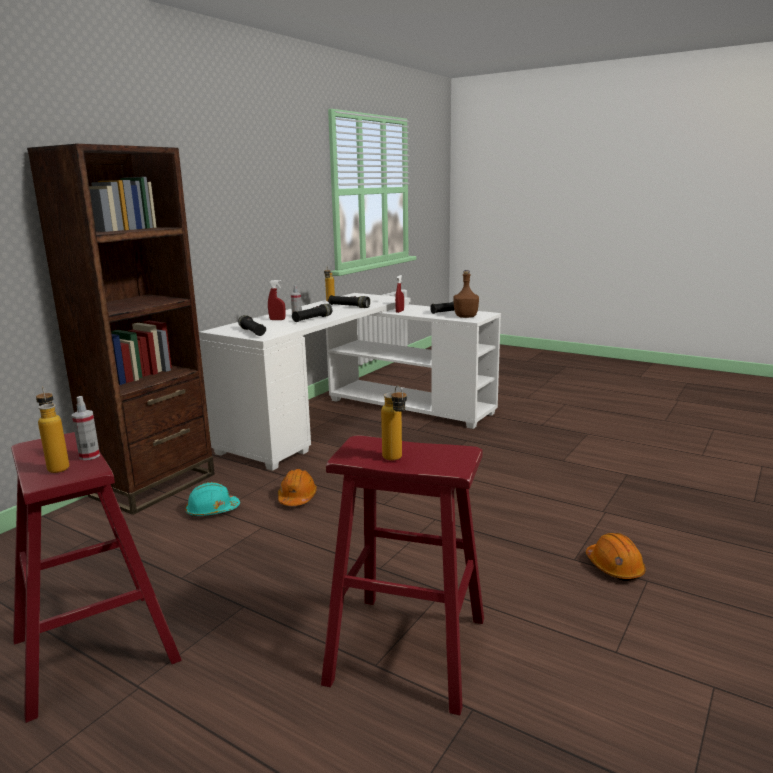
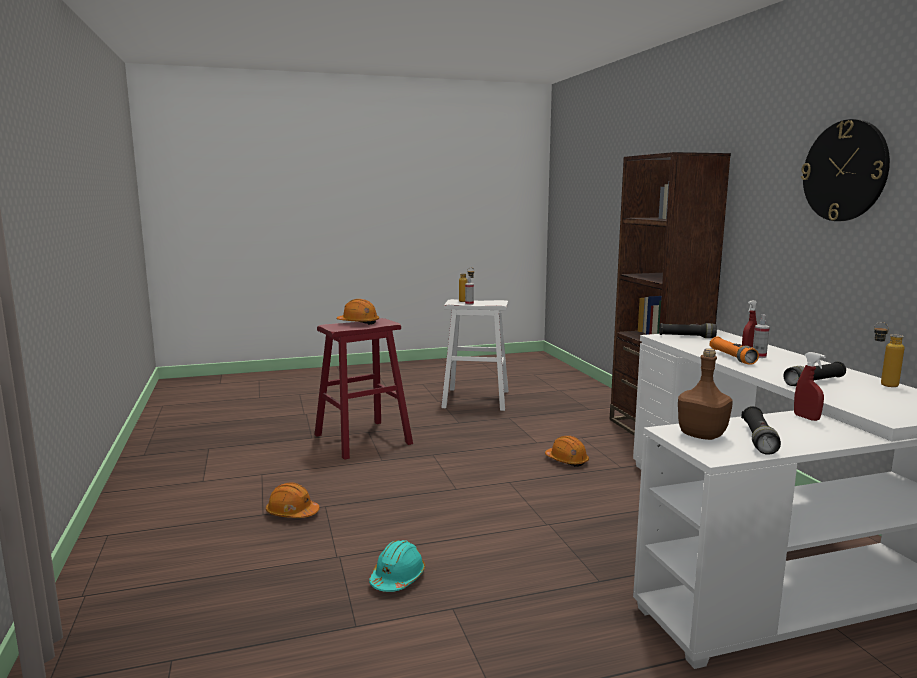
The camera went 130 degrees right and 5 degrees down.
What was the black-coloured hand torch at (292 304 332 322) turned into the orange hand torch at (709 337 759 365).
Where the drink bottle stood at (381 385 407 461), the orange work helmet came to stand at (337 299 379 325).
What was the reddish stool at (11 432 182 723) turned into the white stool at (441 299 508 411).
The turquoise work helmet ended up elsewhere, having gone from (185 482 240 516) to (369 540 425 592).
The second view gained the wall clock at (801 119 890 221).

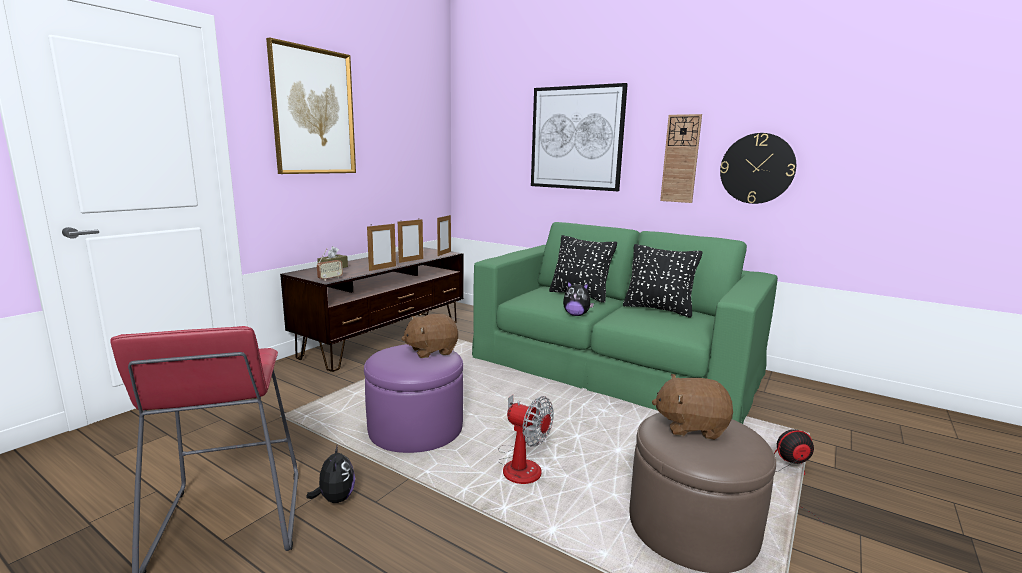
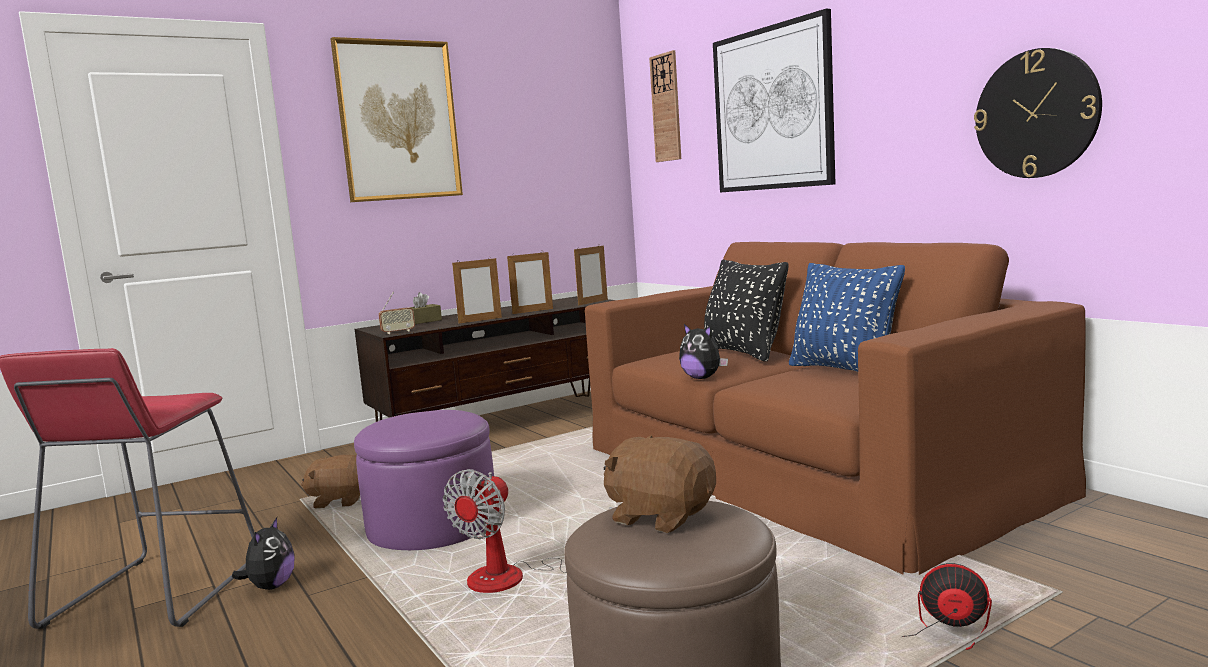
The camera went 25 degrees right and 5 degrees down.
The wall clock ended up elsewhere, having gone from (660 114 702 203) to (649 50 681 162).
What was the green couch at (472 222 778 424) turned into the brown-coloured couch at (585 242 1086 575).
What was the black-coloured pillow at (623 244 703 318) turned into the bluish pillow at (789 263 905 372).
The brown-coloured soft toy ended up elsewhere, having gone from (401 314 458 358) to (301 455 360 509).
The electric fan at (498 395 554 484) ended up facing another way, 60 degrees clockwise from before.

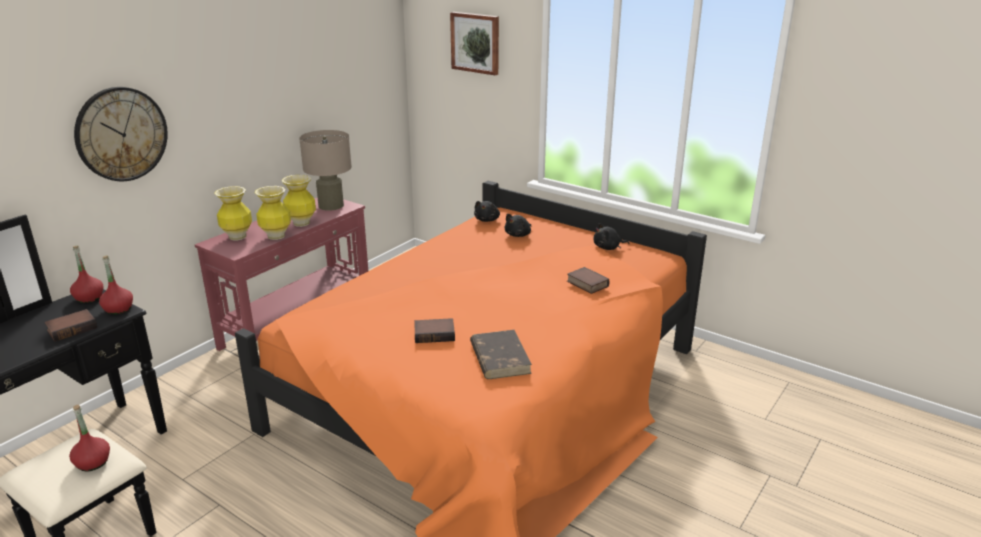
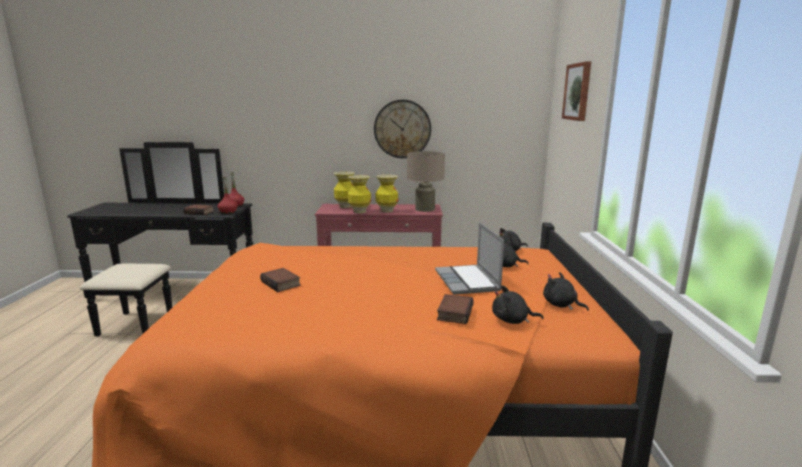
The camera went 55 degrees right and 10 degrees down.
The wall clock ended up elsewhere, having gone from (74 87 168 181) to (374 100 431 158).
The second view lost the brown-coloured volume at (470 330 532 379).
The second view lost the reddish drink bottle at (69 405 110 471).
The second view gained the notebook computer at (435 222 504 295).
The second view gained the black-coloured soft toy at (492 285 544 324).

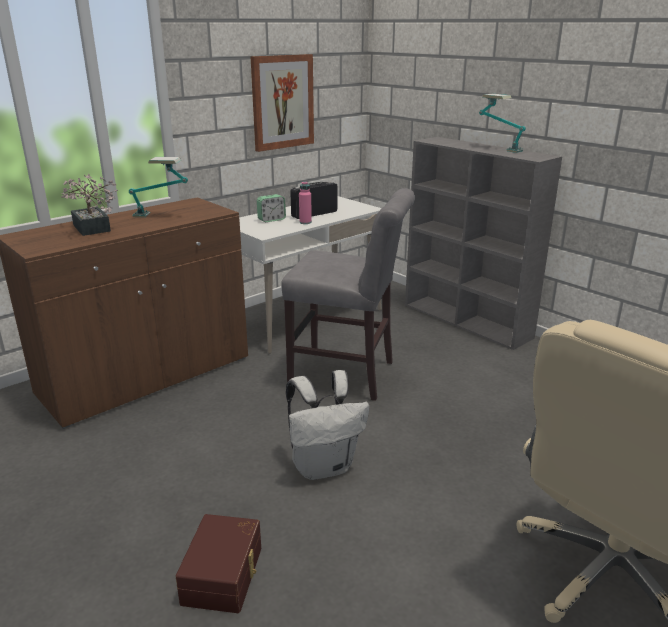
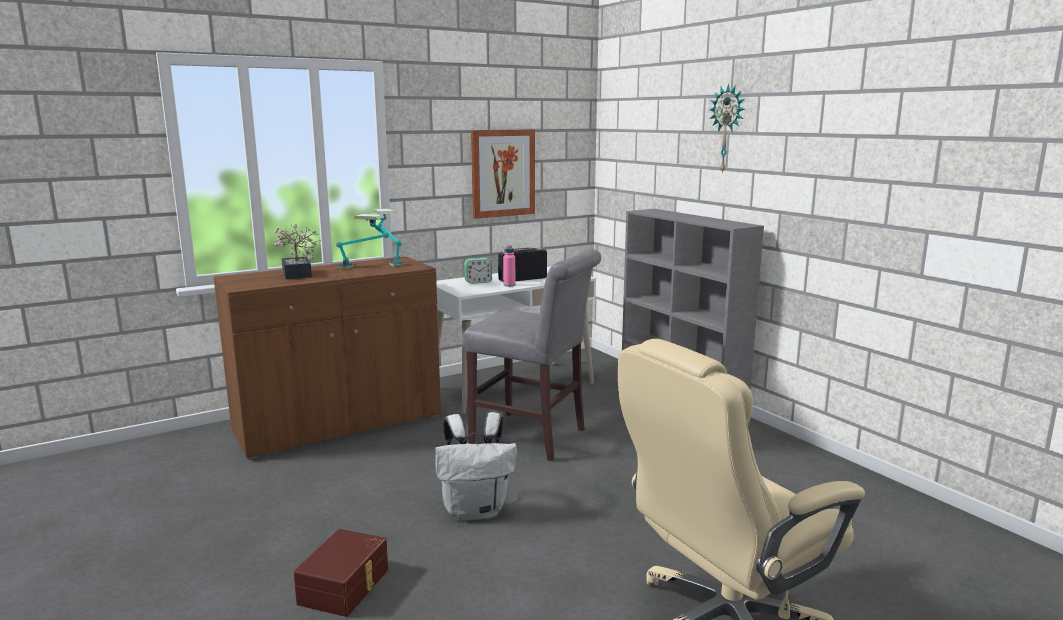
The camera went 10 degrees right and 10 degrees down.
The table lamp ended up elsewhere, having gone from (479 94 526 153) to (372 208 405 267).
The second view gained the wall clock at (709 84 745 174).

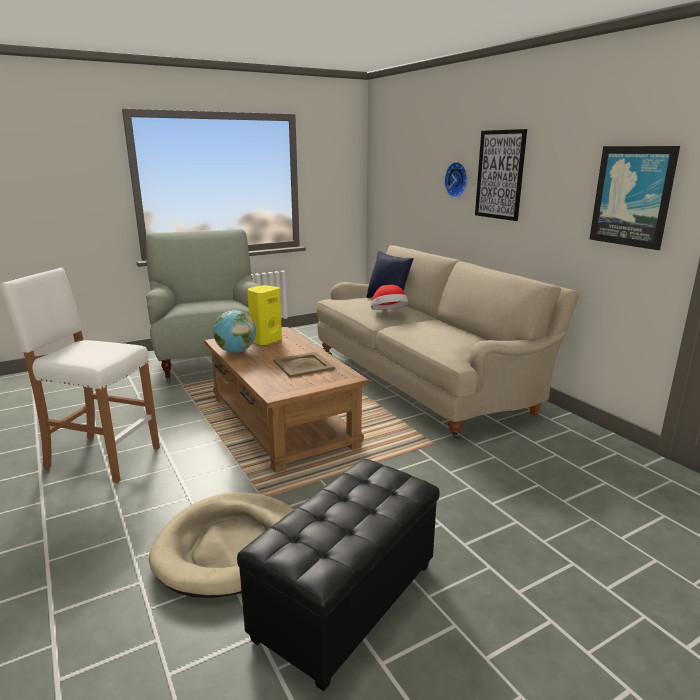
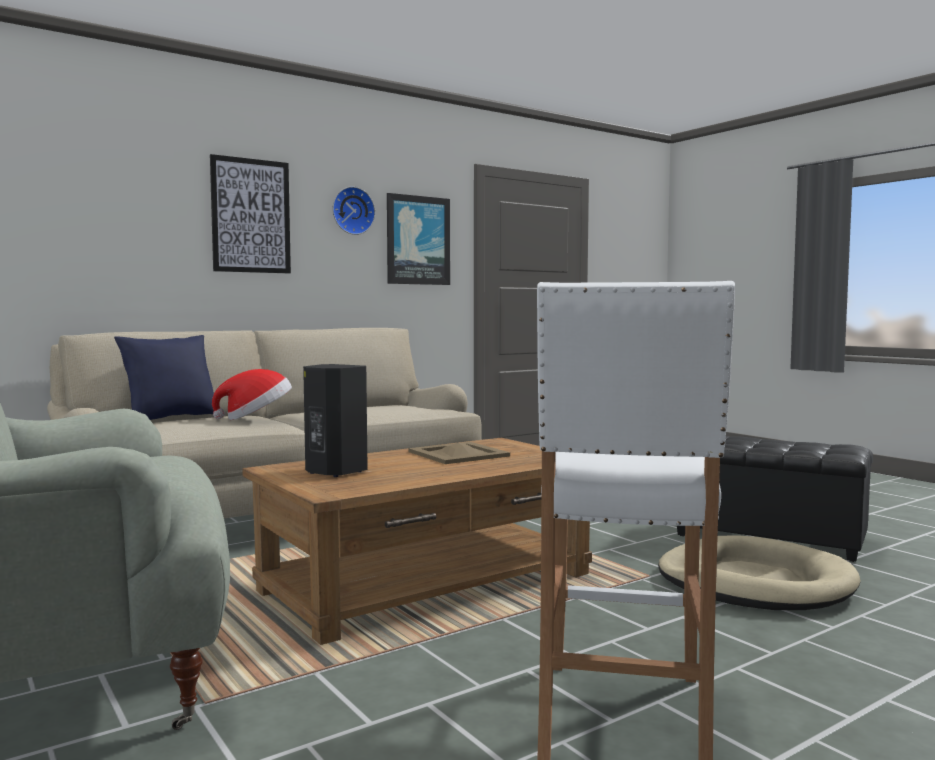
The camera went 95 degrees left and 15 degrees down.
The wall clock ended up elsewhere, having gone from (444 162 468 198) to (332 187 375 235).
What was the yellowish loudspeaker at (247 285 282 345) turned into the black-coloured loudspeaker at (303 364 368 477).
The second view lost the globe at (213 310 256 353).

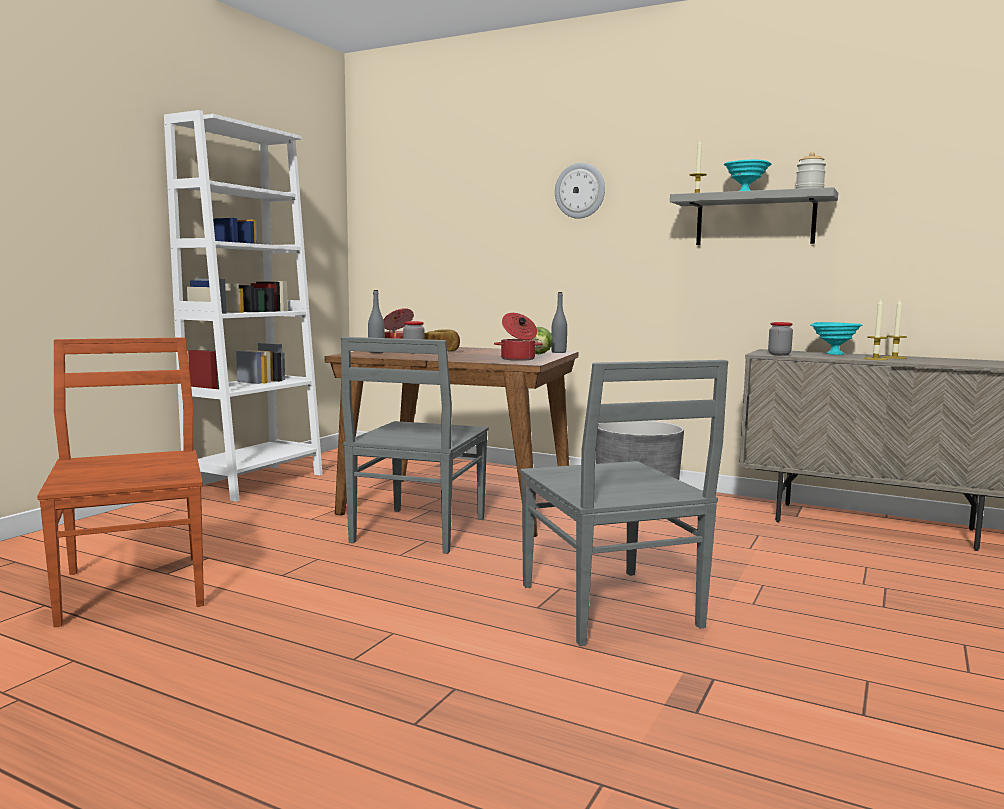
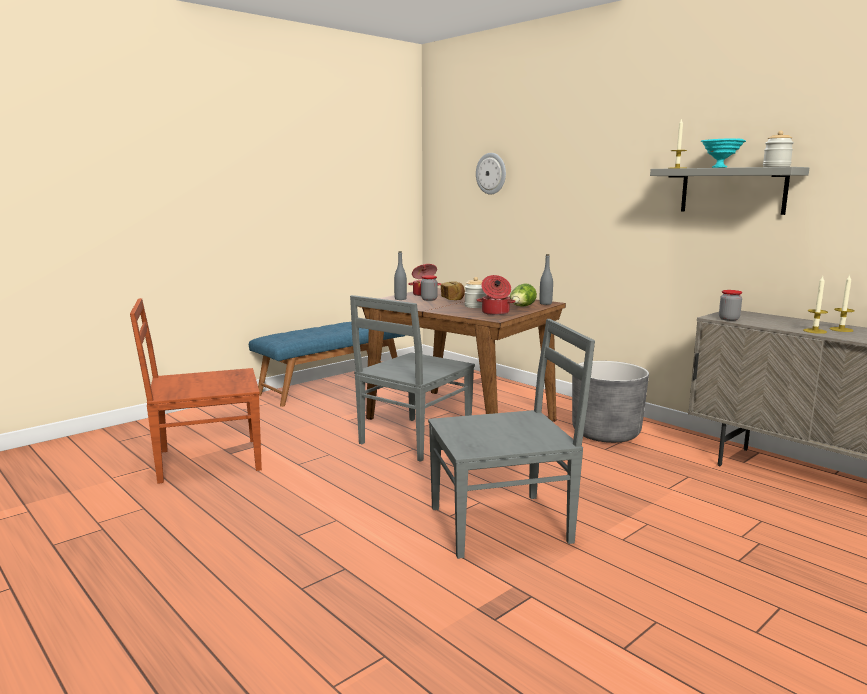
The camera went 20 degrees right and 5 degrees up.
Where the white shelving unit stood at (164 110 323 502), the bluish bench came to stand at (249 322 405 407).
The wall clock ended up elsewhere, having gone from (555 163 605 219) to (476 153 506 195).
The second view lost the turquoise bowl at (811 322 863 355).
The brown-coloured upright chair at (37 337 204 627) ended up facing another way, 105 degrees counterclockwise from before.
The greyish upright chair at (520 360 728 646) ended up facing another way, 105 degrees counterclockwise from before.
The second view gained the jar at (464 277 486 308).

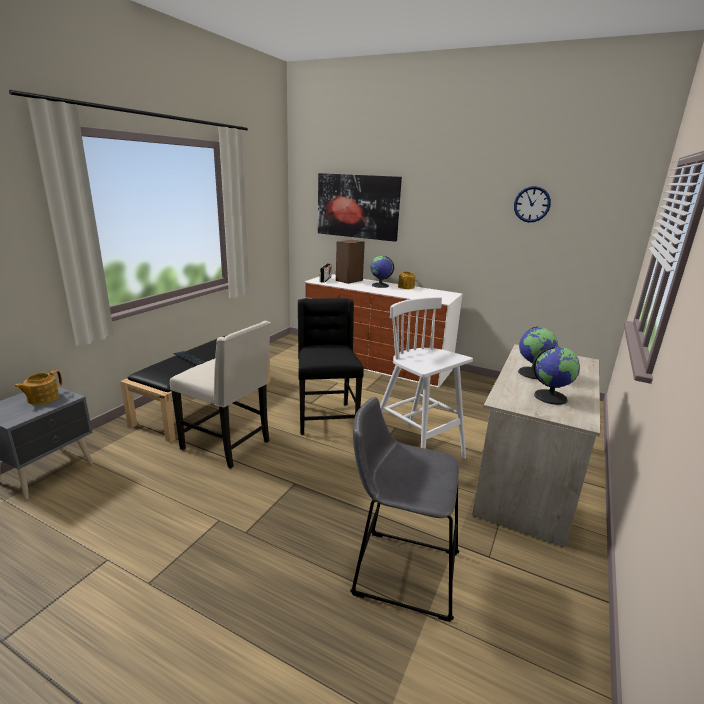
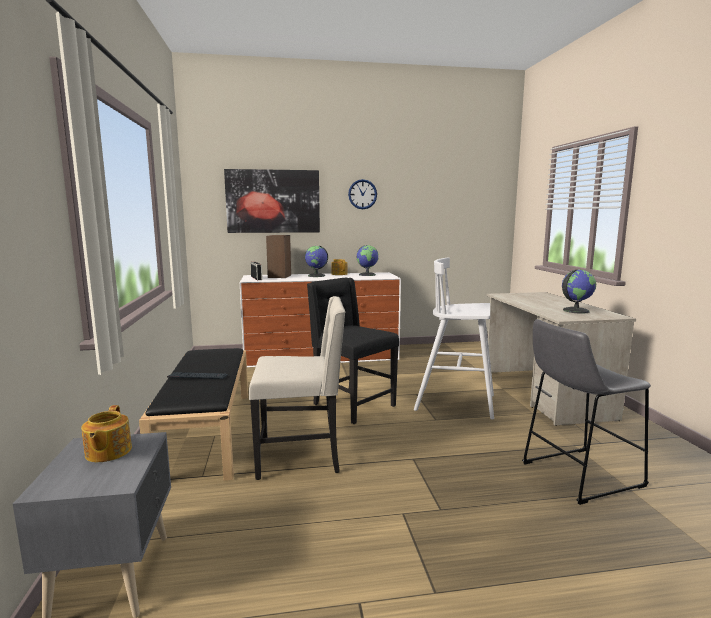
The camera went 35 degrees left and 10 degrees down.
The wall clock ended up elsewhere, having gone from (514 186 551 222) to (348 179 377 209).
The globe ended up elsewhere, having gone from (518 326 559 379) to (356 245 379 276).

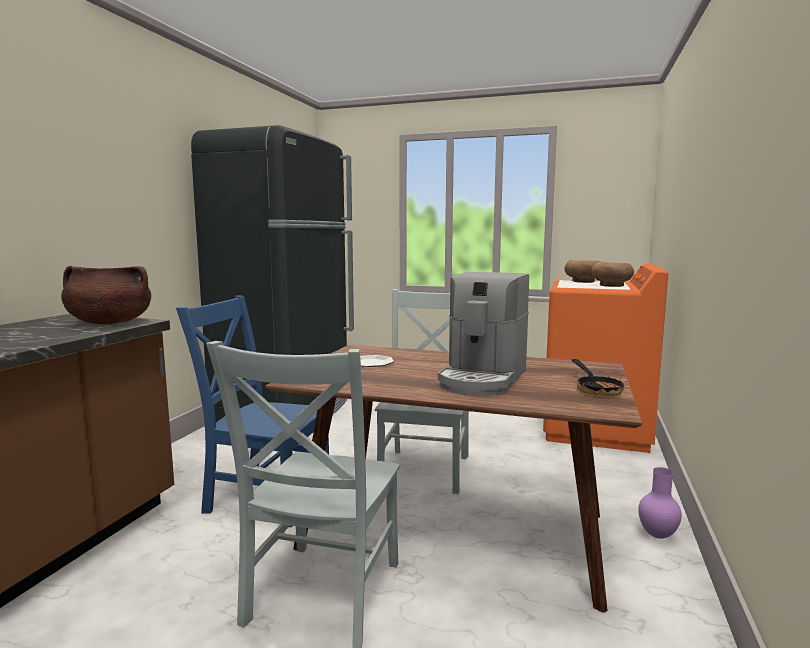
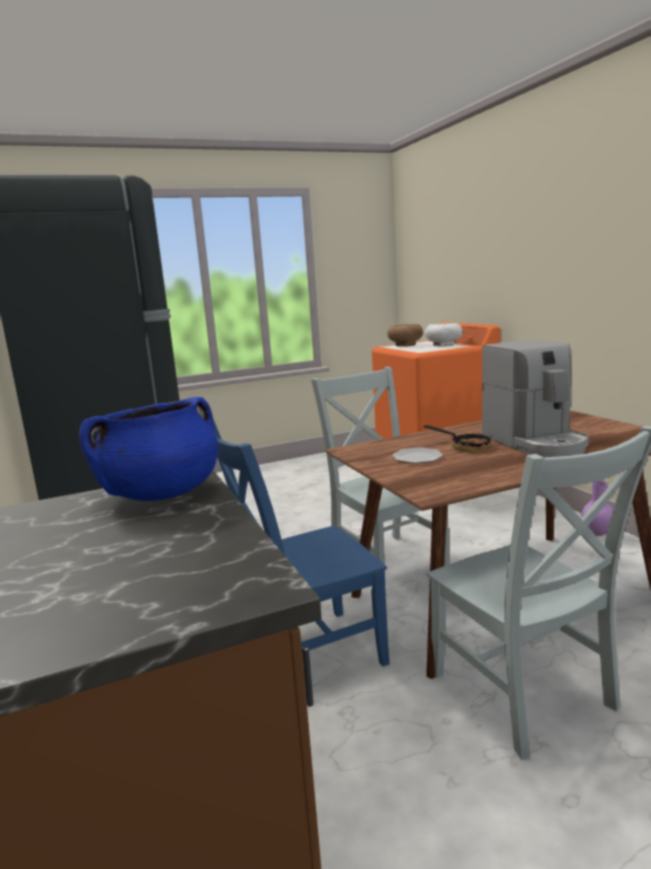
The camera went 40 degrees left and 5 degrees up.
What was the brown-coloured bowl at (591 262 634 287) turned into the white bowl at (425 323 462 347).
What was the brown-coloured stockpot at (61 266 151 324) turned into the bluish stockpot at (79 397 218 501).
The skillet ended up elsewhere, having gone from (572 359 627 396) to (424 425 492 451).

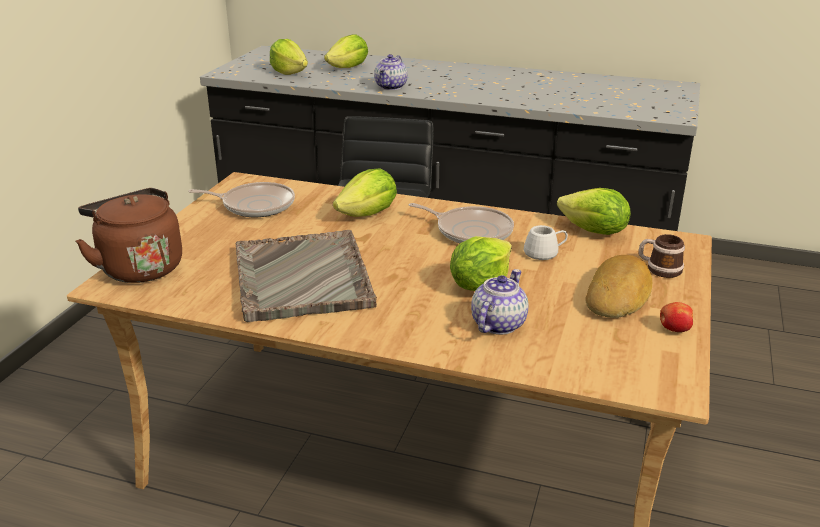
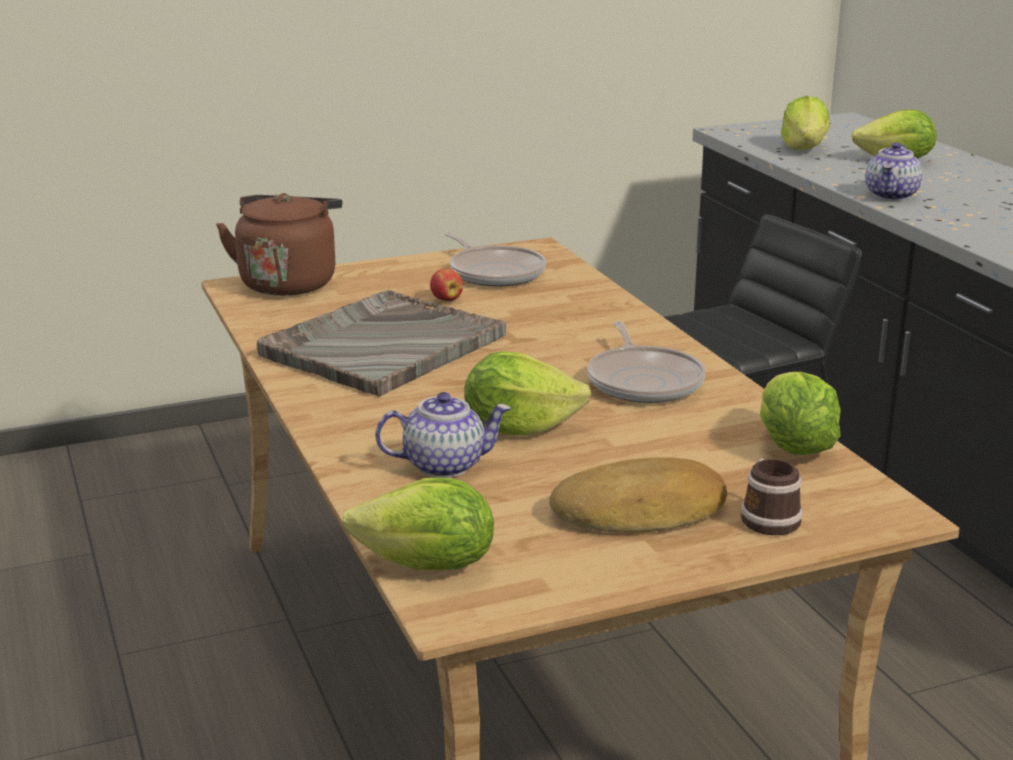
The camera went 50 degrees right and 5 degrees down.
The teapot at (374 54 408 90) ended up facing another way, 45 degrees counterclockwise from before.
The lettuce head ended up elsewhere, having gone from (333 168 397 217) to (343 477 494 570).
The second view lost the white mug at (524 225 568 260).
The apple ended up elsewhere, having gone from (660 302 693 332) to (430 268 463 301).

